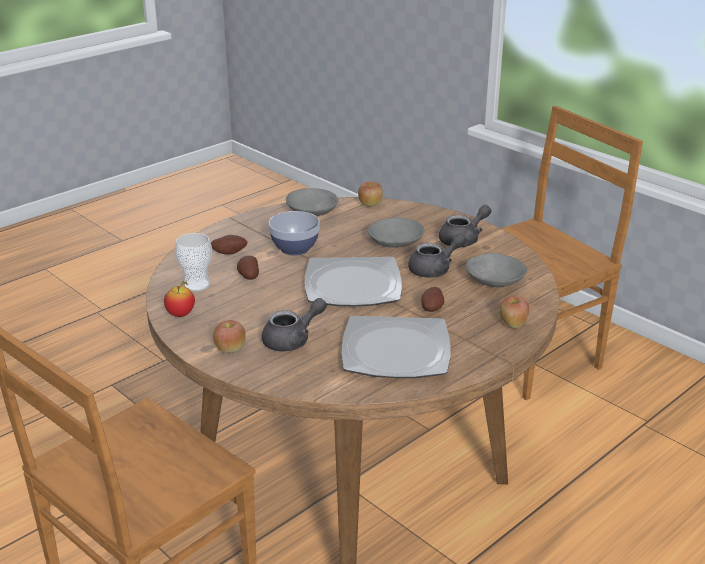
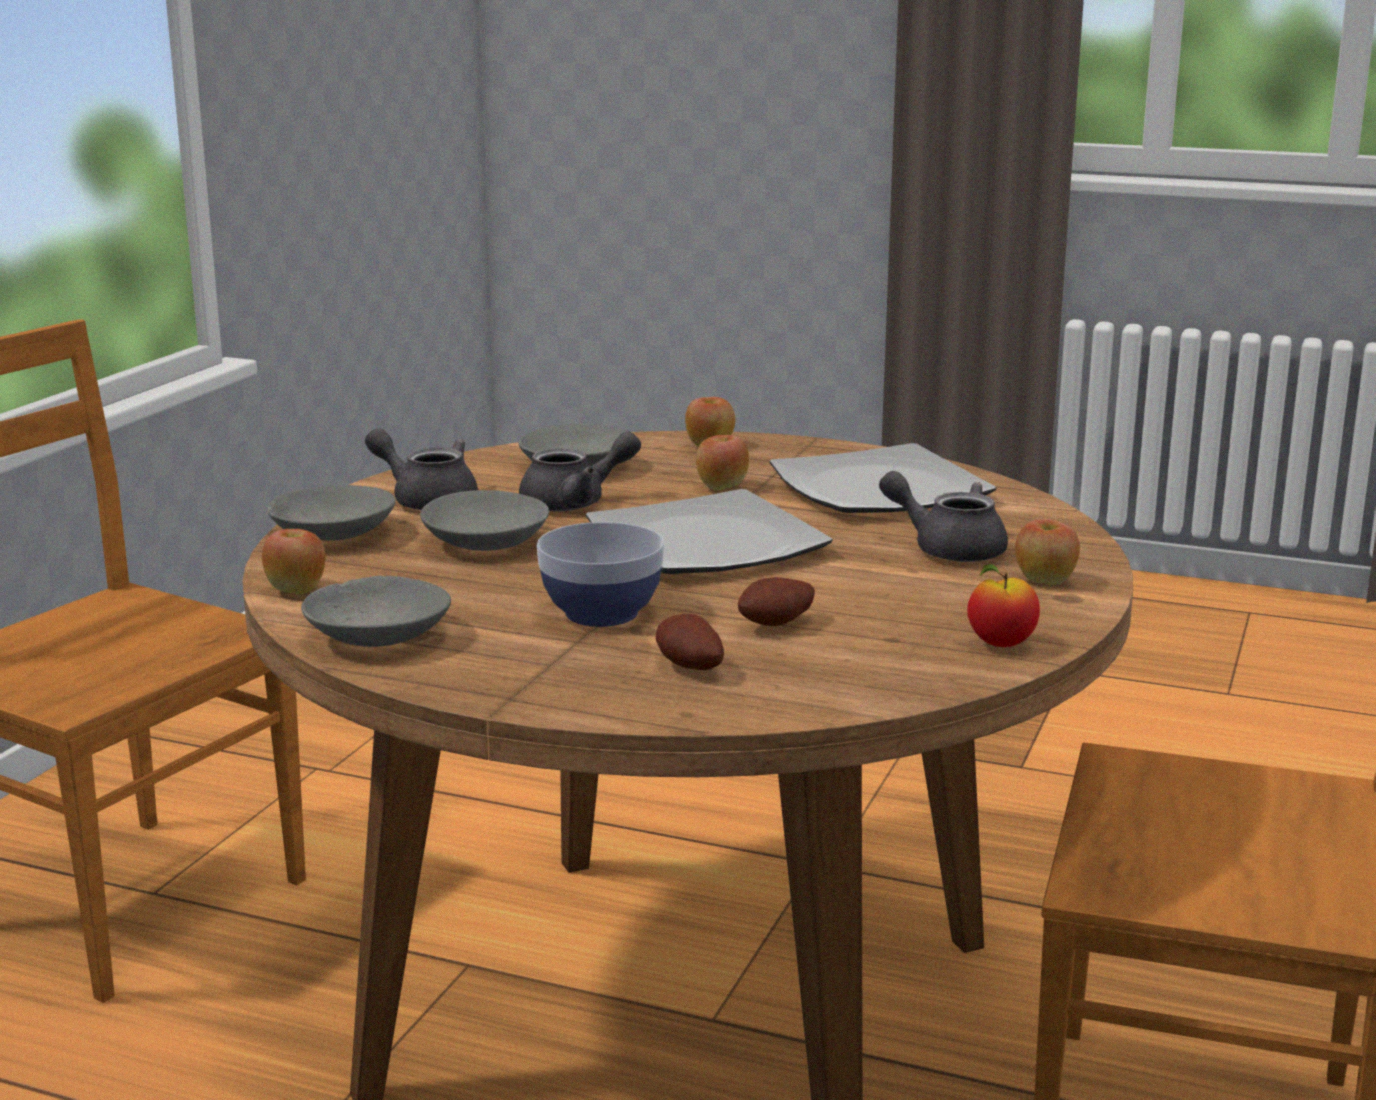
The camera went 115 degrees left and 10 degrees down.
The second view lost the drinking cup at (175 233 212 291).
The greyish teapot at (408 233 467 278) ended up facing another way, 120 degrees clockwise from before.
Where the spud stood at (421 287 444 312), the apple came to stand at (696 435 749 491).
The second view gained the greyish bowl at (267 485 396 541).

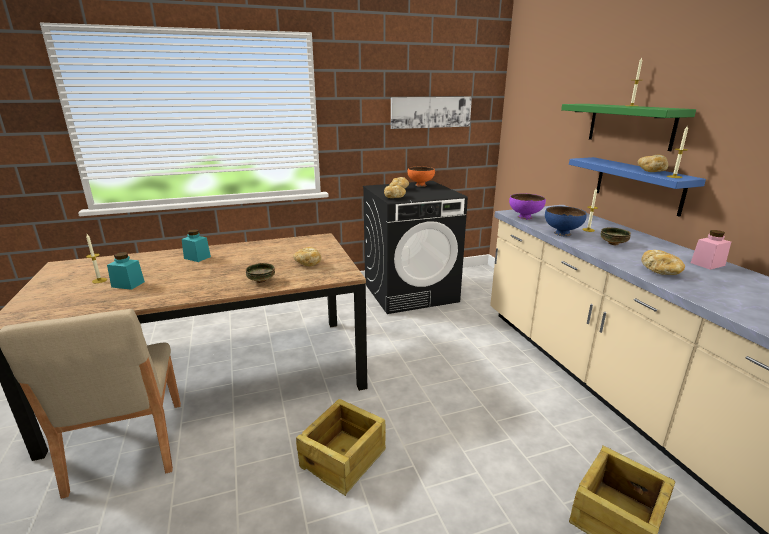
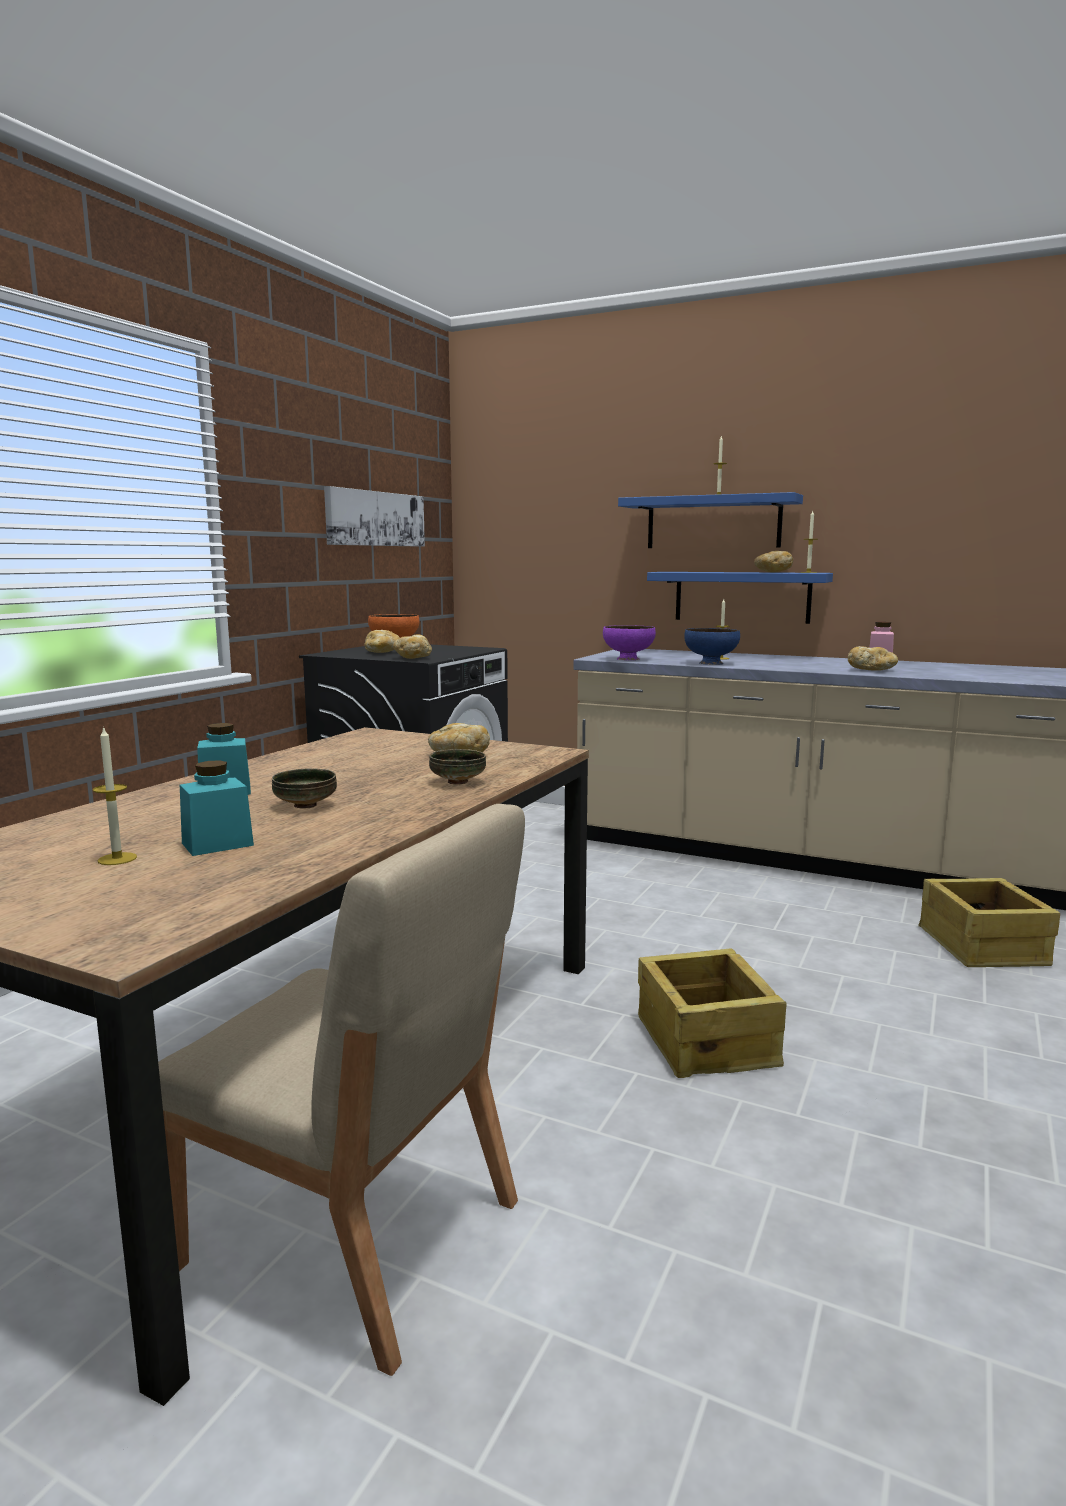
The camera went 45 degrees left and 10 degrees down.
What was the green shelf at (561 104 696 151) turned into the bluish shelf at (618 492 803 548).
The bowl ended up elsewhere, having gone from (601 227 631 245) to (272 768 337 808).

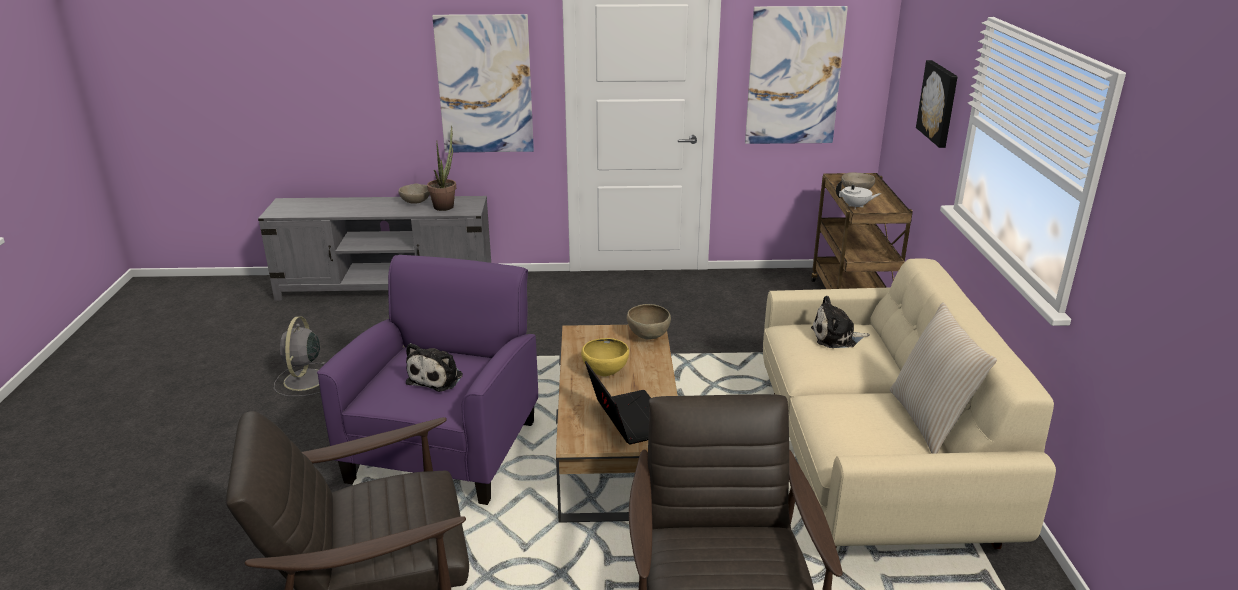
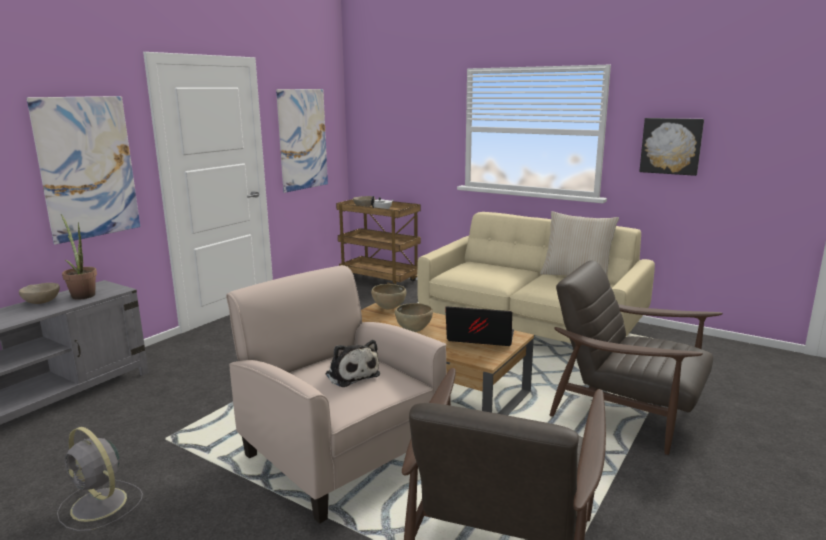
The camera went 55 degrees left and 10 degrees down.
The picture ended up elsewhere, having gone from (916 60 958 148) to (639 118 704 176).
What was the purplish lounge chair at (317 255 538 505) turned into the beige lounge chair at (226 265 446 524).
The second view lost the soft toy at (811 296 870 348).
What was the yellowish bowl at (581 338 629 376) turned into the brown-coloured bowl at (395 303 433 332).

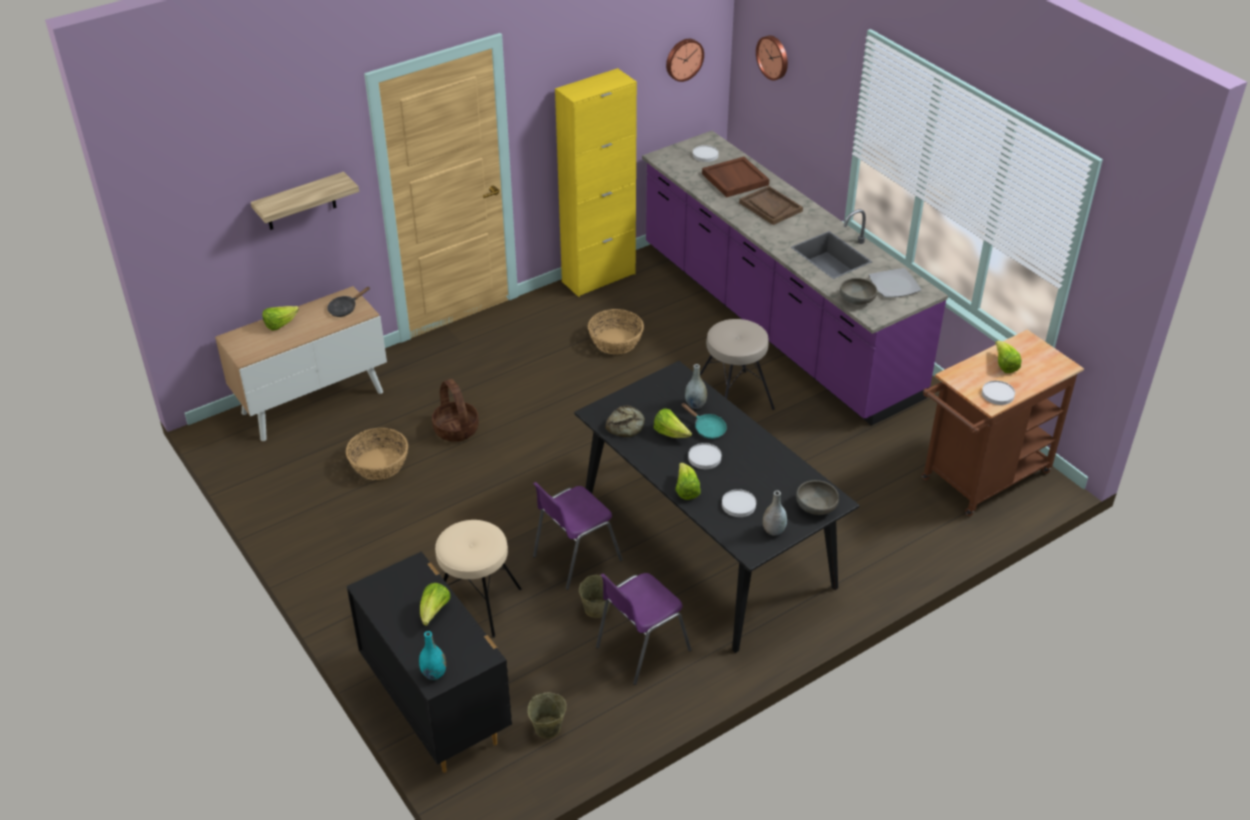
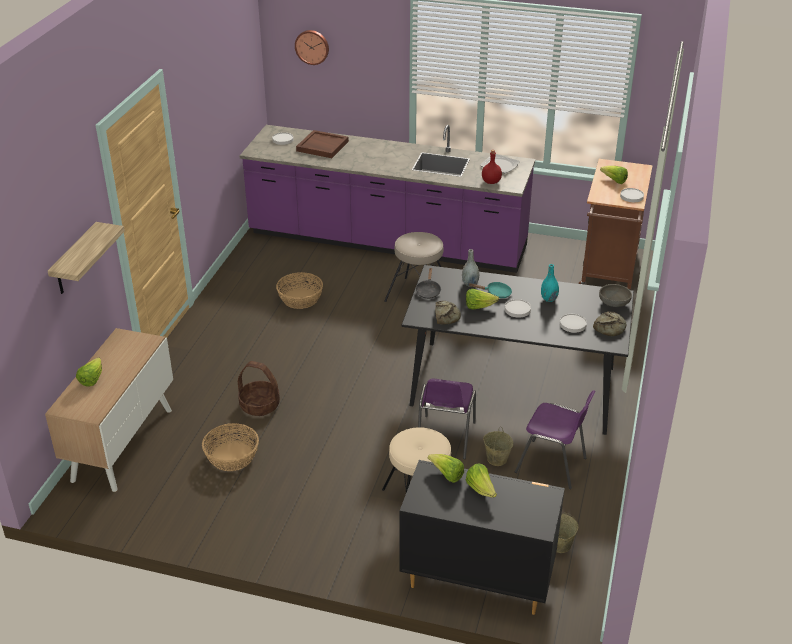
The camera went 40 degrees left and 5 degrees down.
The second view lost the wall clock at (666 39 704 82).
The second view lost the yellowish cupboard at (555 68 637 297).
The second view lost the brown-coloured carrying tray at (739 186 803 225).
Where the greyish bowl stood at (840 278 877 305), the reddish drink bottle came to stand at (482 150 502 184).
The black-coloured skillet ended up elsewhere, having gone from (327 287 370 317) to (415 268 441 299).
The lettuce head ended up elsewhere, having gone from (675 463 701 500) to (428 454 464 483).
Where the greyish flower vase stood at (763 490 787 536), the bakery bread came to stand at (593 311 627 336).
The purplish upright chair at (596 573 692 685) ended up facing another way, 75 degrees counterclockwise from before.
The turquoise flower vase ended up elsewhere, having gone from (419 631 446 680) to (541 264 559 302).

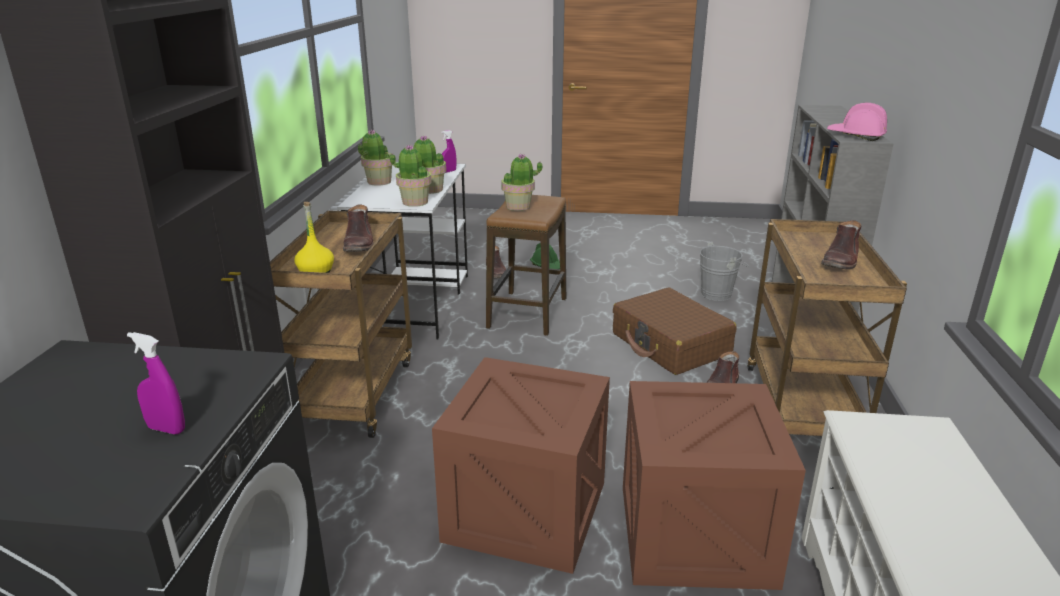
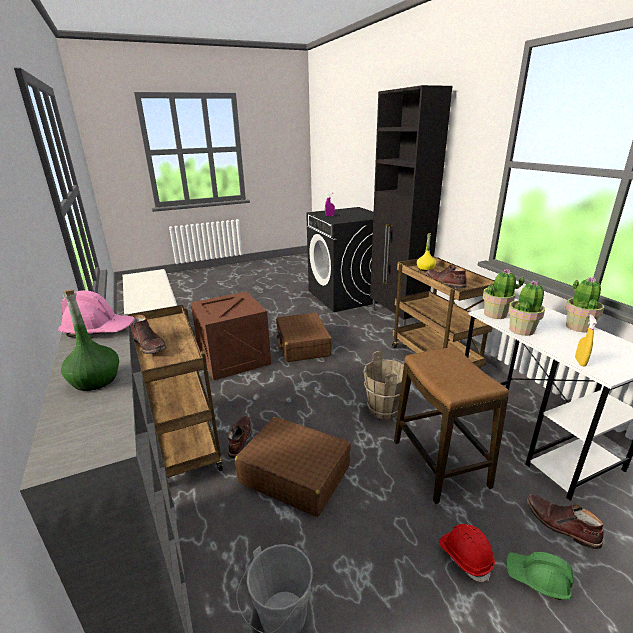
The camera went 150 degrees right and 0 degrees up.
What was the purplish spray bottle at (441 130 456 173) turned into the yellowish spray bottle at (575 315 597 366).
The second view lost the plant in a pot at (501 154 542 211).
The brown-coloured tall boot at (821 220 861 270) ended up facing another way, 135 degrees clockwise from before.
Where the crate stood at (432 357 610 574), the brown-coloured suitcase came to stand at (276 313 332 362).
The second view gained the green drink bottle at (61 290 119 391).
The second view gained the brown-coloured water bucket at (363 351 404 420).
The second view gained the reddish work helmet at (439 524 495 582).

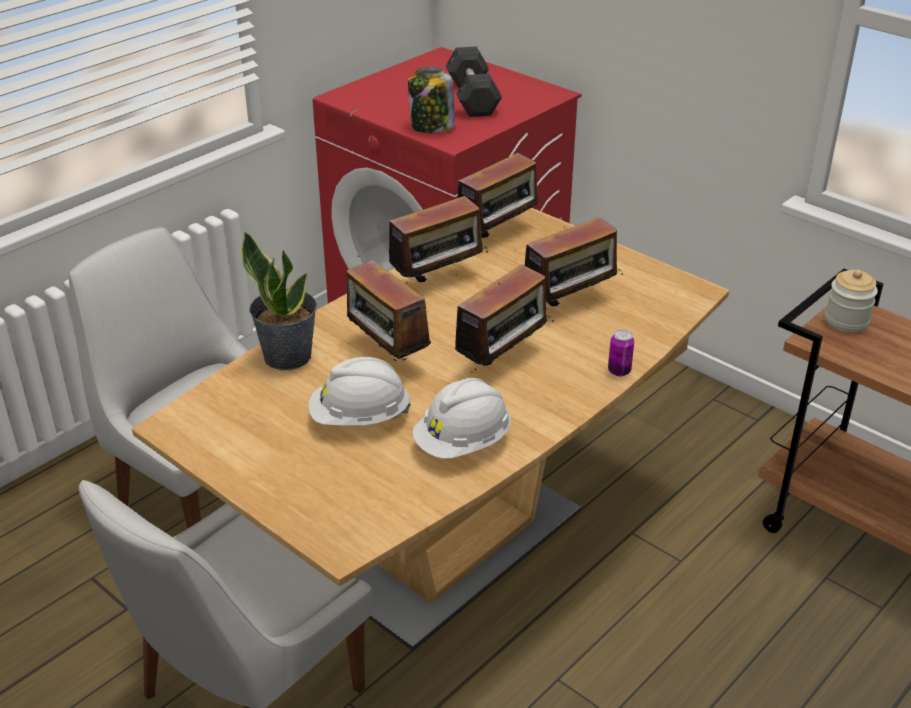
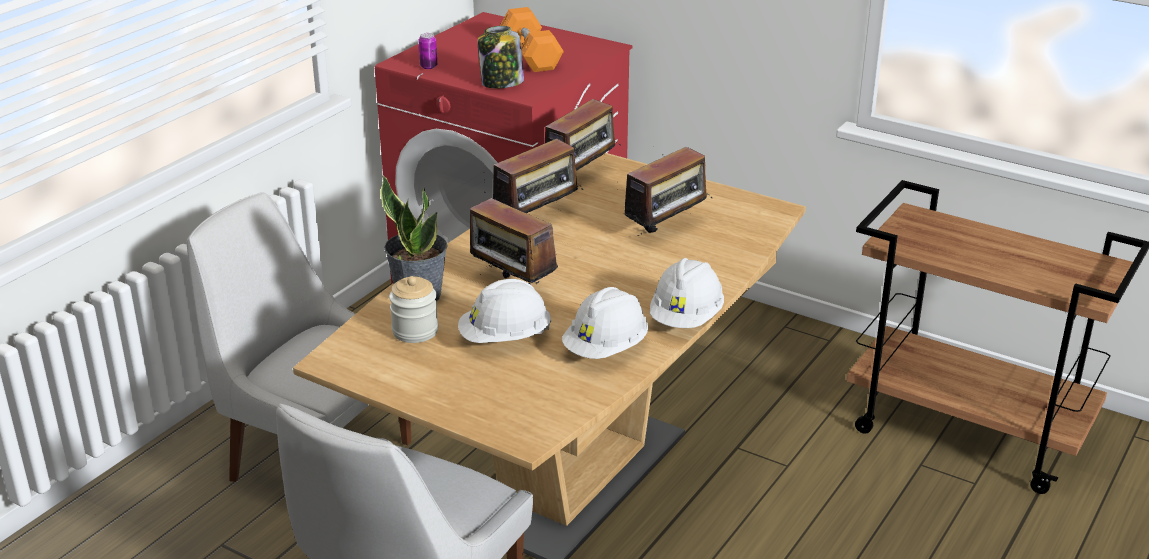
The camera went 10 degrees left and 5 degrees down.
What was the greyish dumbbell at (446 47 502 117) turned into the orange dumbbell at (500 7 564 72).
The second view lost the radio receiver at (446 264 554 376).
The jar ended up elsewhere, having gone from (825 270 878 332) to (389 276 438 343).
The sealed can ended up elsewhere, having gone from (608 330 634 376) to (418 33 437 69).
The second view gained the white work helmet at (650 258 724 328).

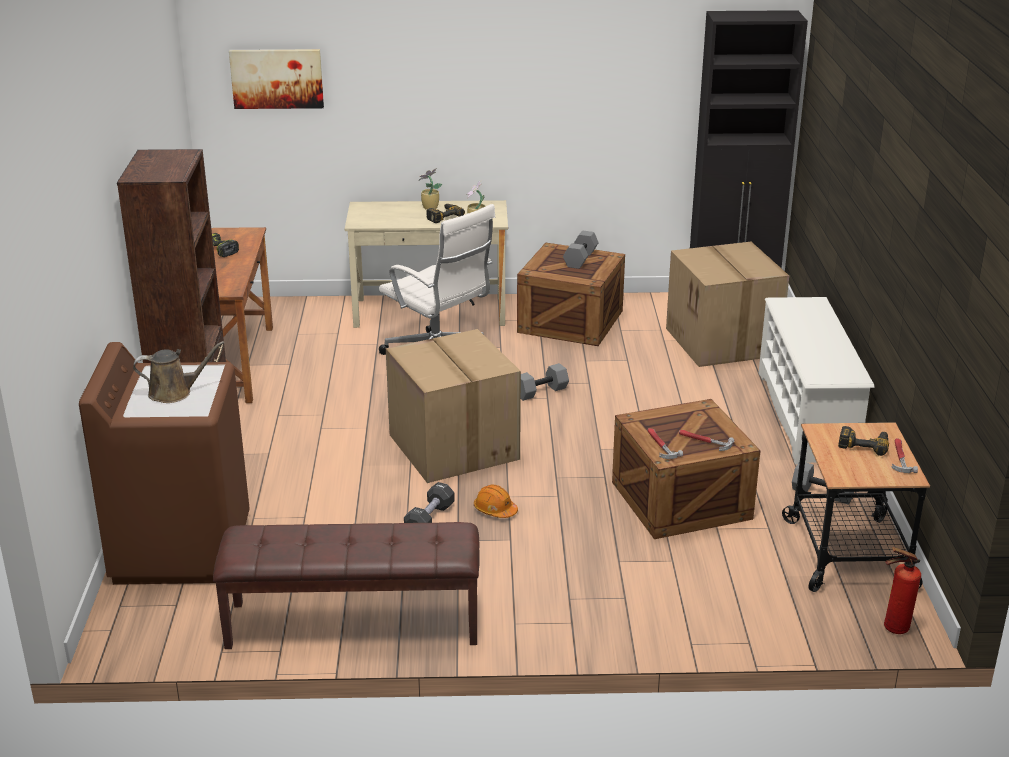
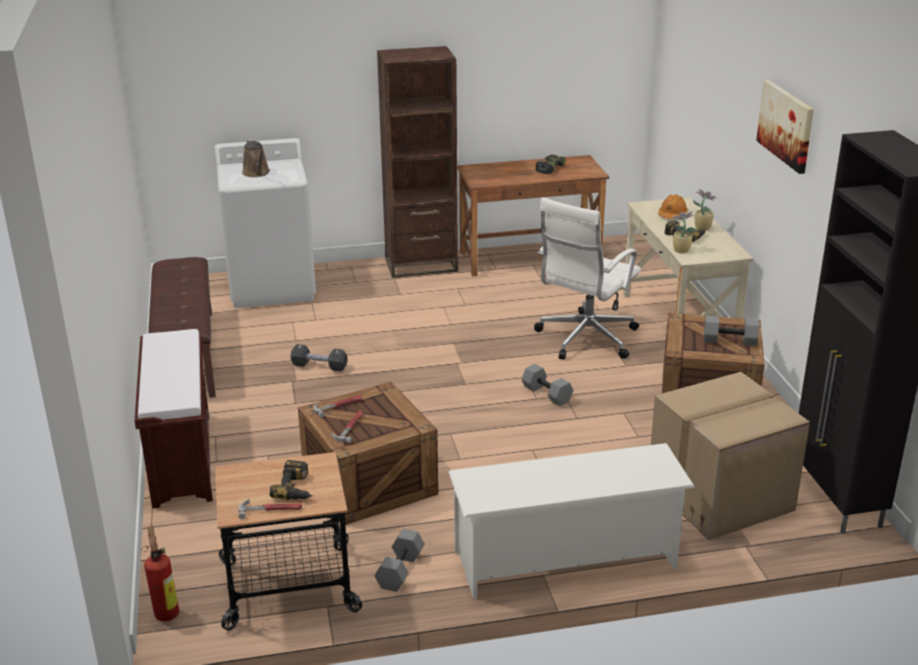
The camera went 80 degrees right and 0 degrees up.
The picture ended up elsewhere, having gone from (229 49 324 109) to (756 80 814 174).
The second view lost the packing box at (386 329 521 483).
What was the brown-coloured laundry appliance at (79 342 250 585) turned into the white laundry appliance at (215 138 316 308).
The orange work helmet ended up elsewhere, having gone from (474 485 518 518) to (658 194 688 219).
The second view gained the brown-coloured bench at (135 329 213 508).

